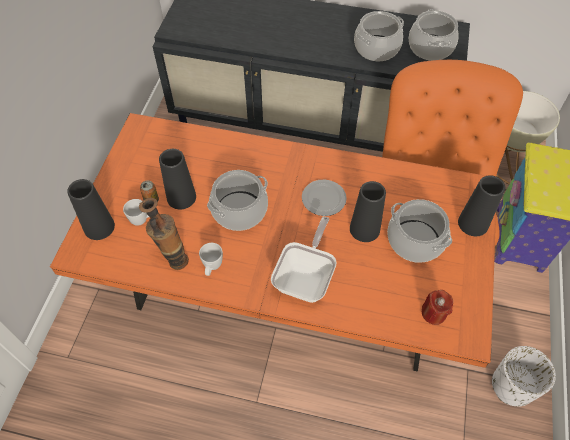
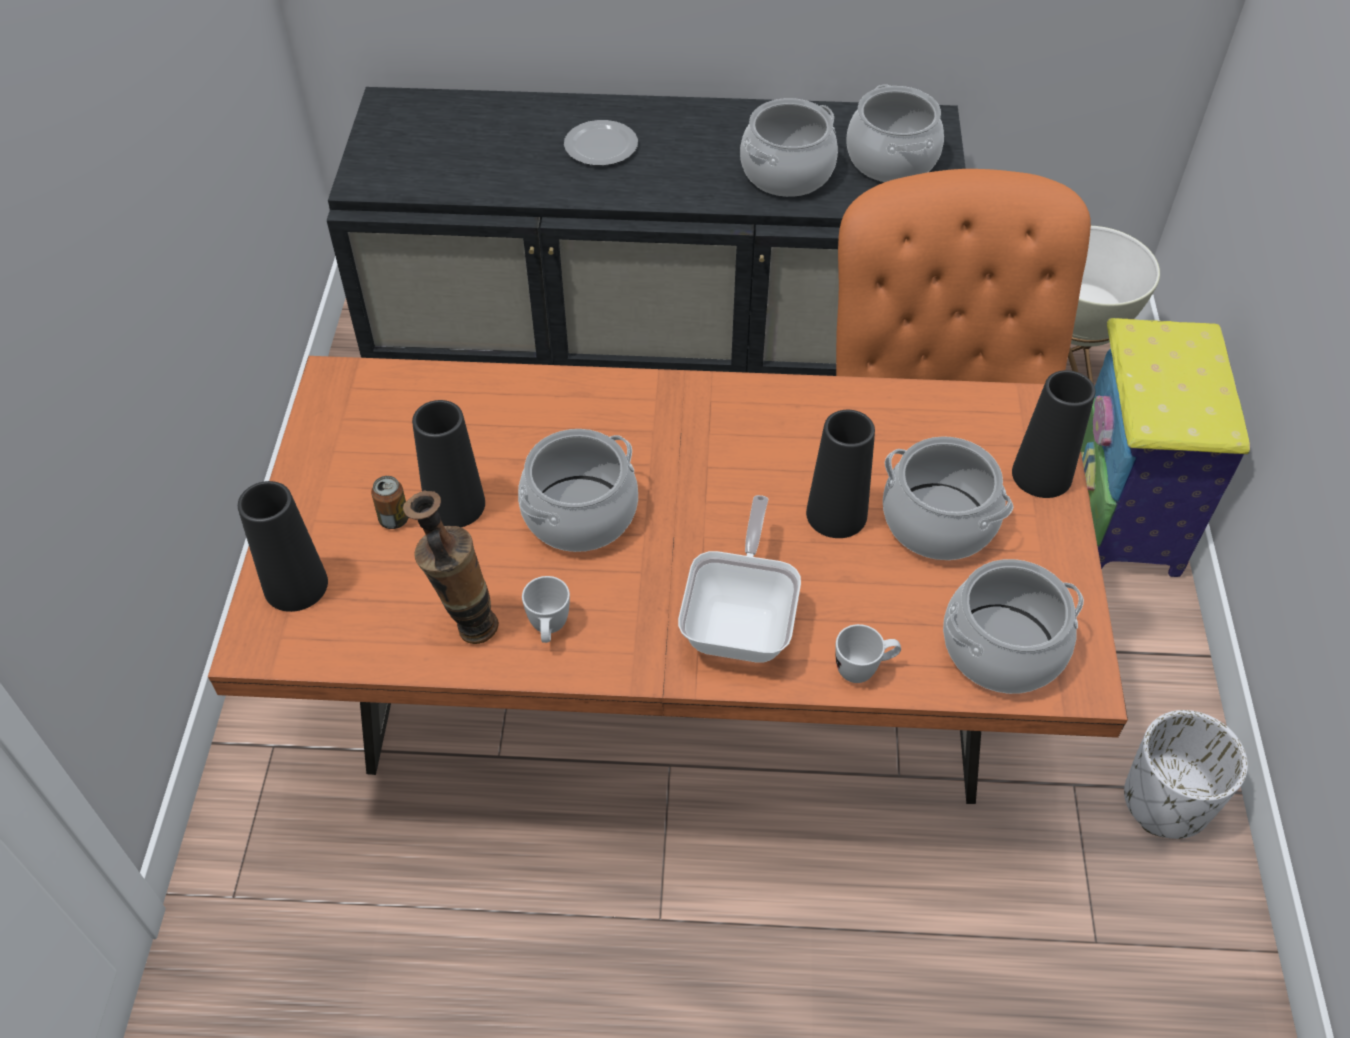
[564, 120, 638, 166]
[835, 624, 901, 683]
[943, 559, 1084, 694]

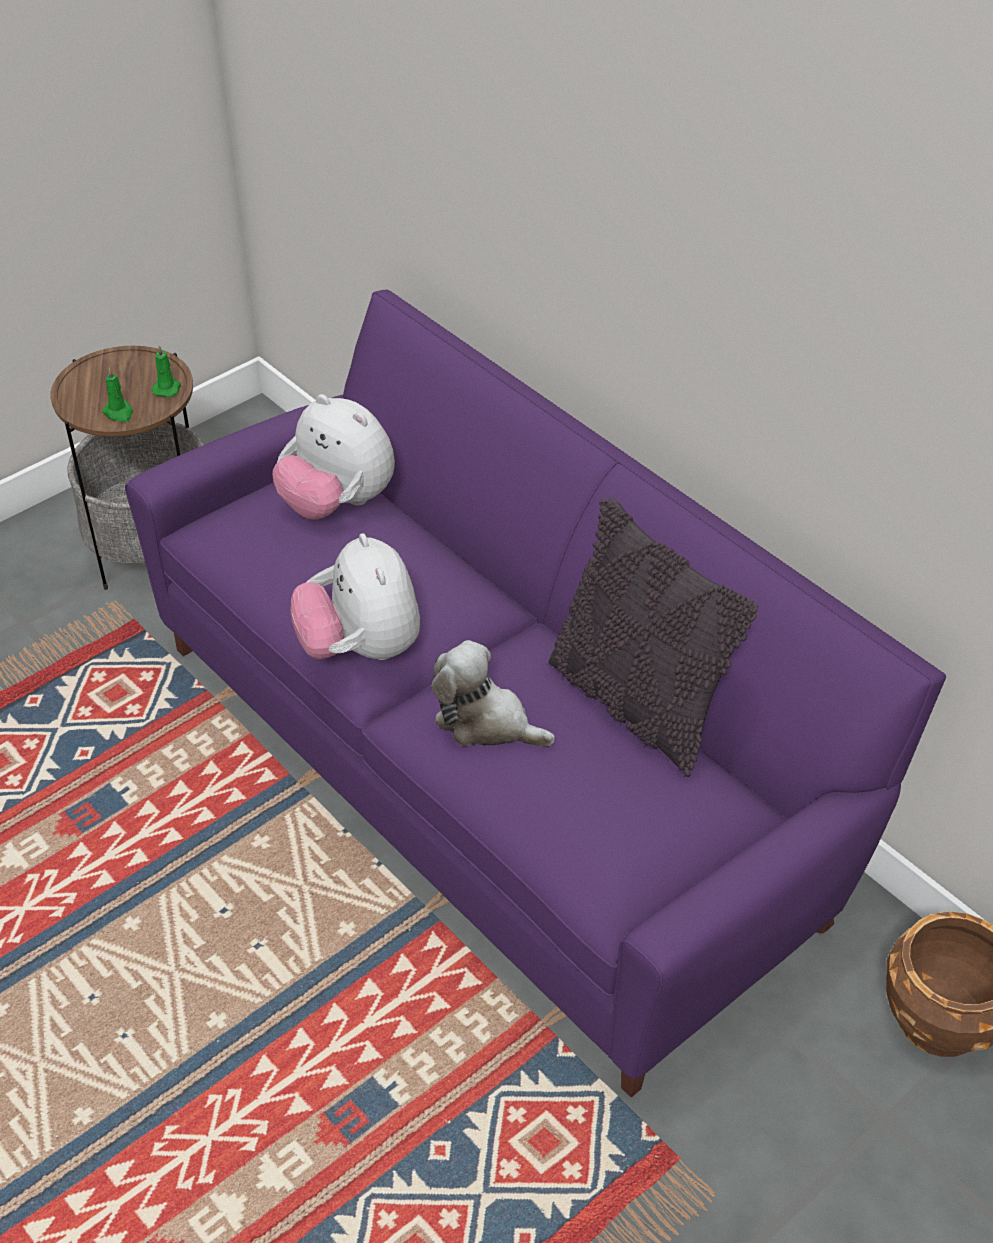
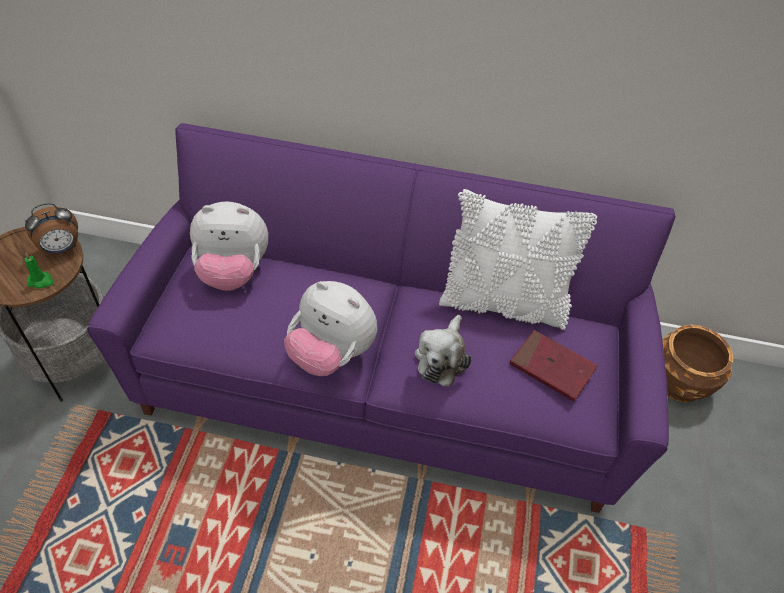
[25, 203, 78, 255]
[415, 315, 472, 387]
[439, 189, 597, 330]
[509, 330, 598, 402]

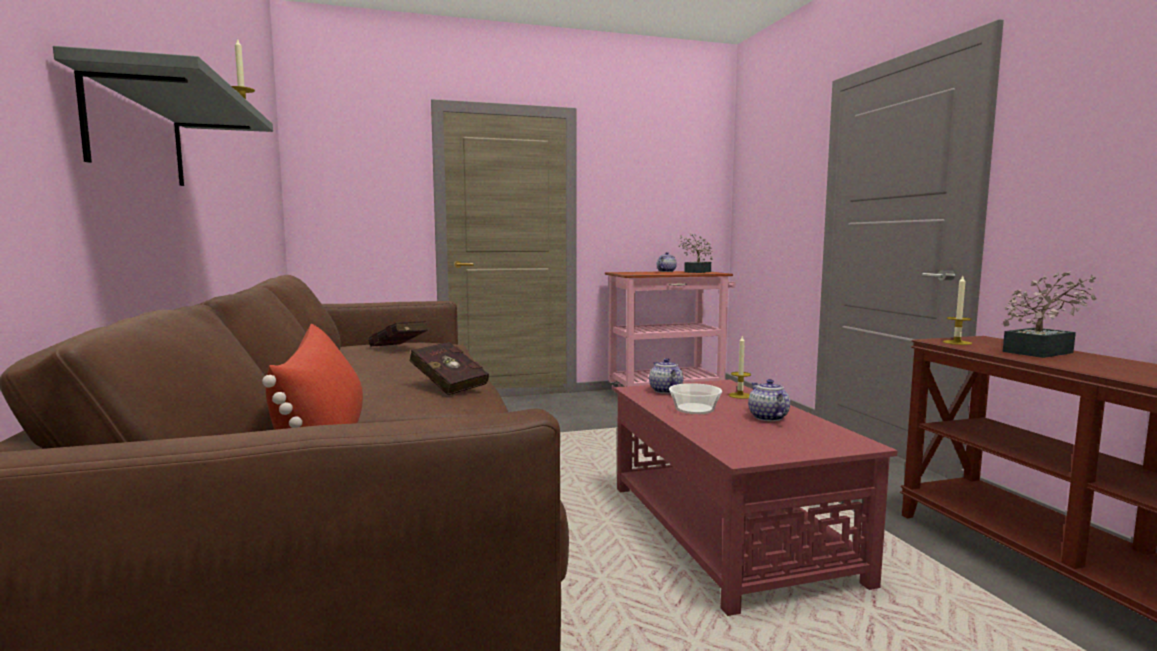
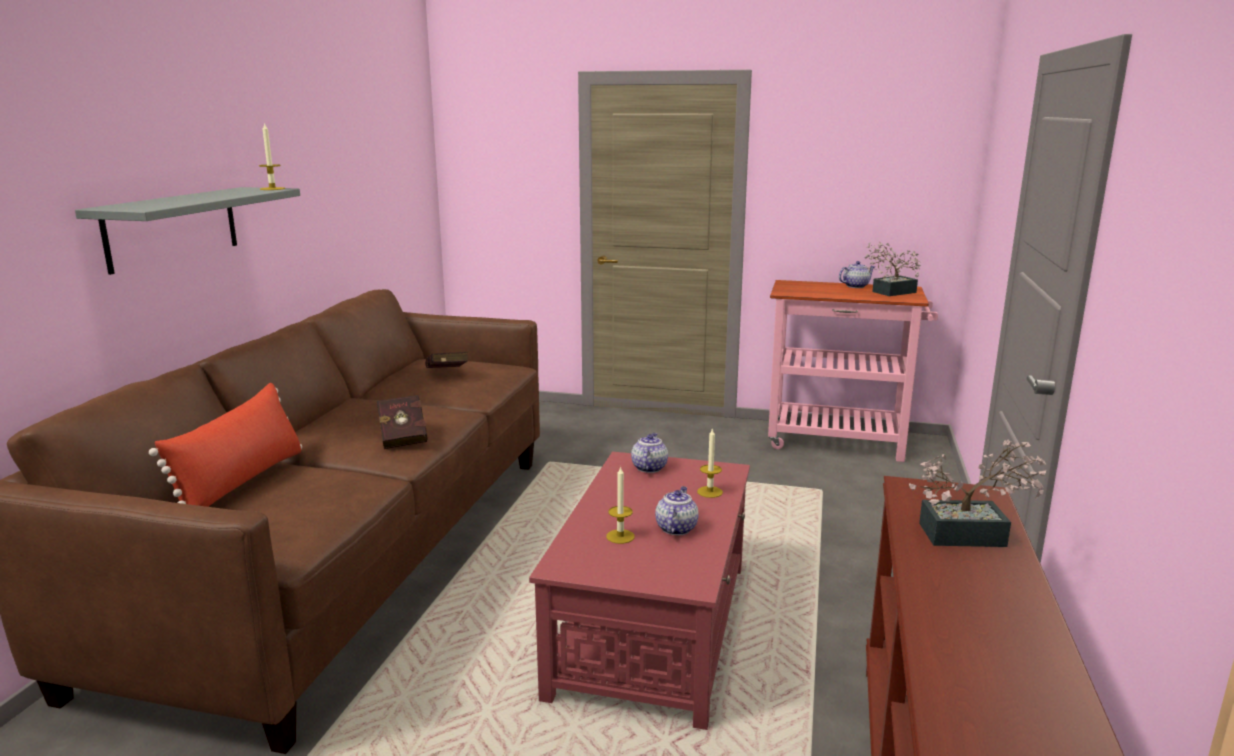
[606, 466, 635, 544]
[669, 383, 722, 414] (first image)

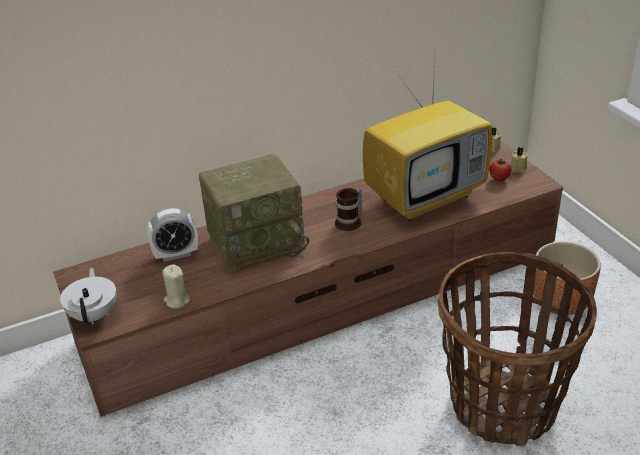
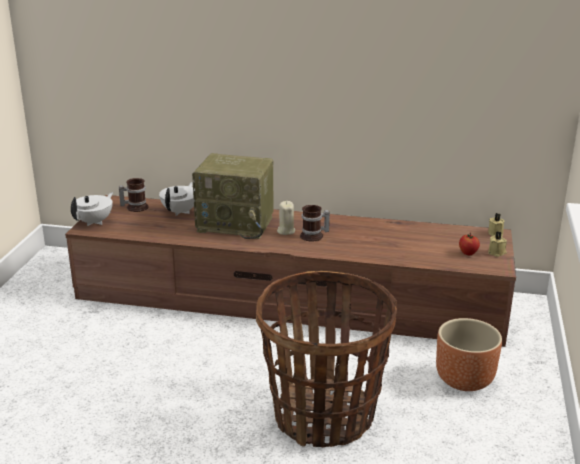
[119, 178, 149, 212]
[159, 182, 195, 216]
[277, 201, 295, 235]
[363, 58, 492, 221] (first image)

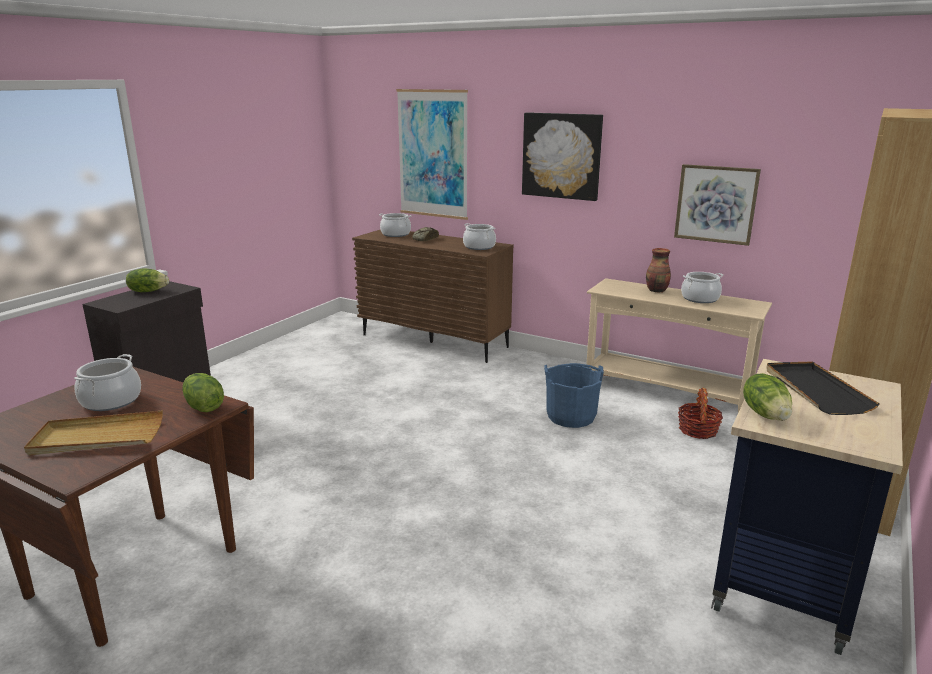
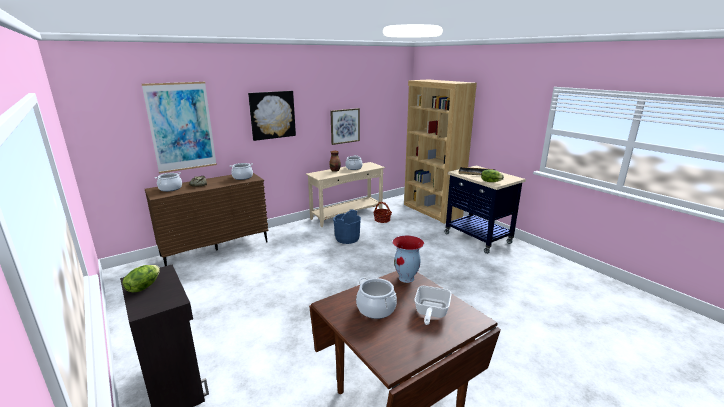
[392, 235, 424, 283]
[414, 286, 452, 325]

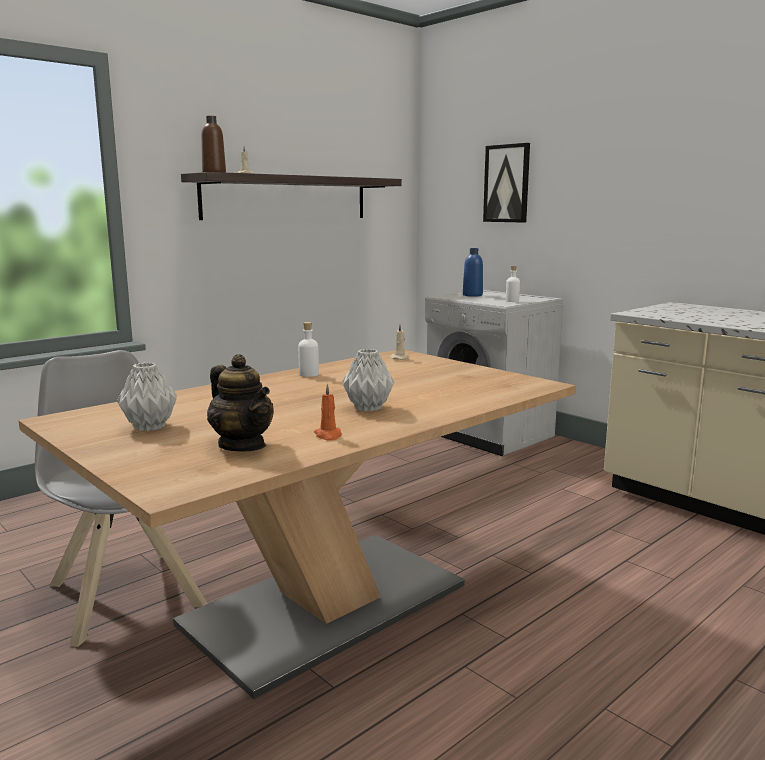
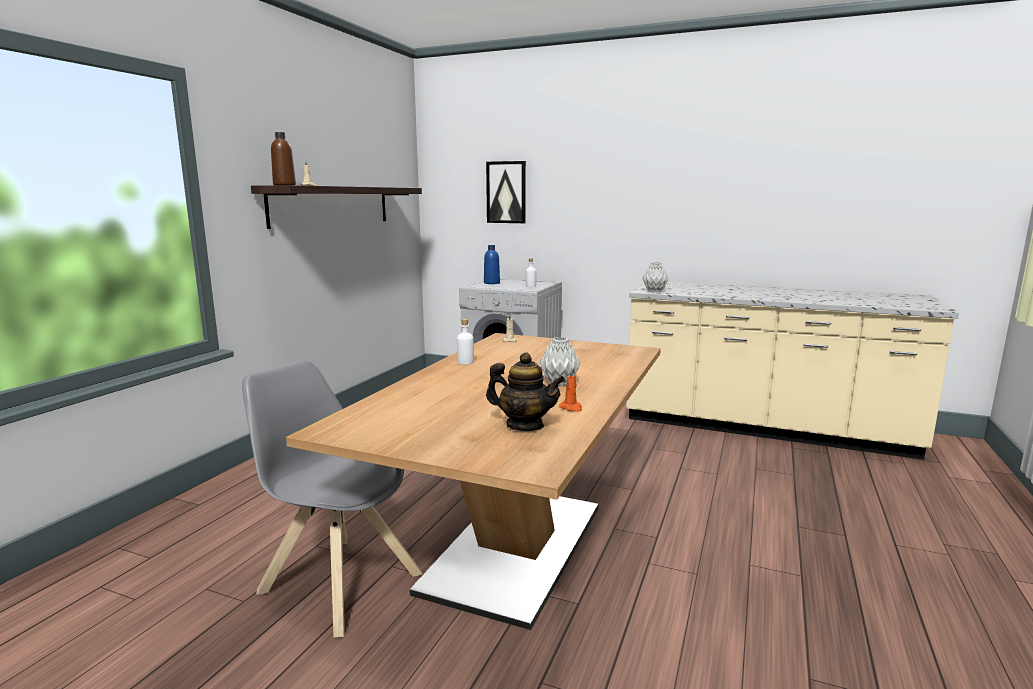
[642, 262, 669, 292]

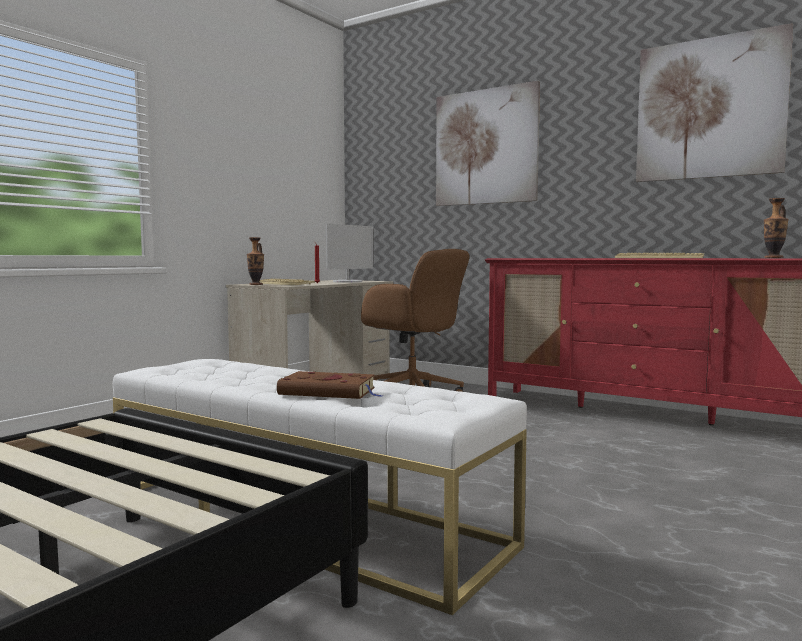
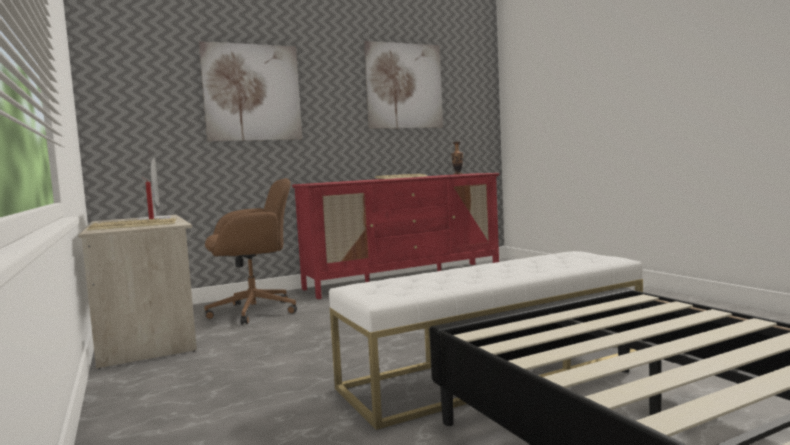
[247, 237, 264, 285] (first image)
[277, 371, 383, 399] (first image)

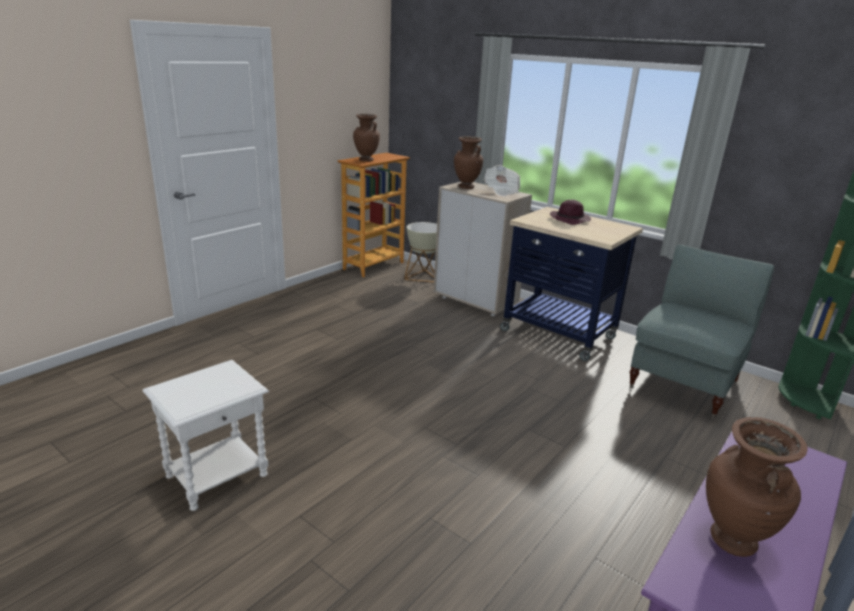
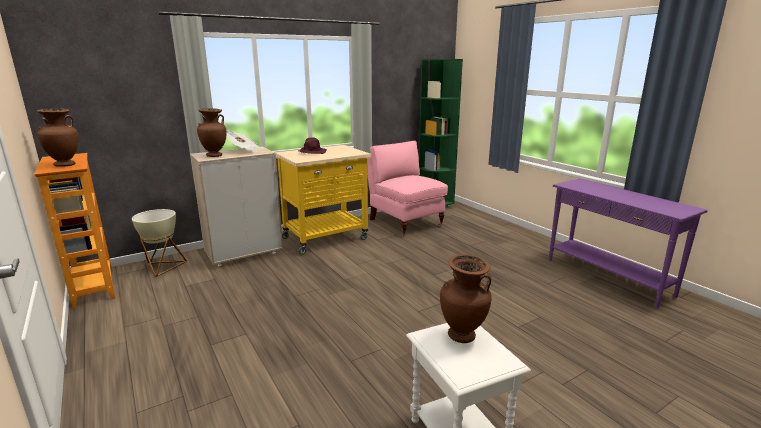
[275, 145, 371, 255]
[367, 141, 448, 236]
[440, 254, 492, 343]

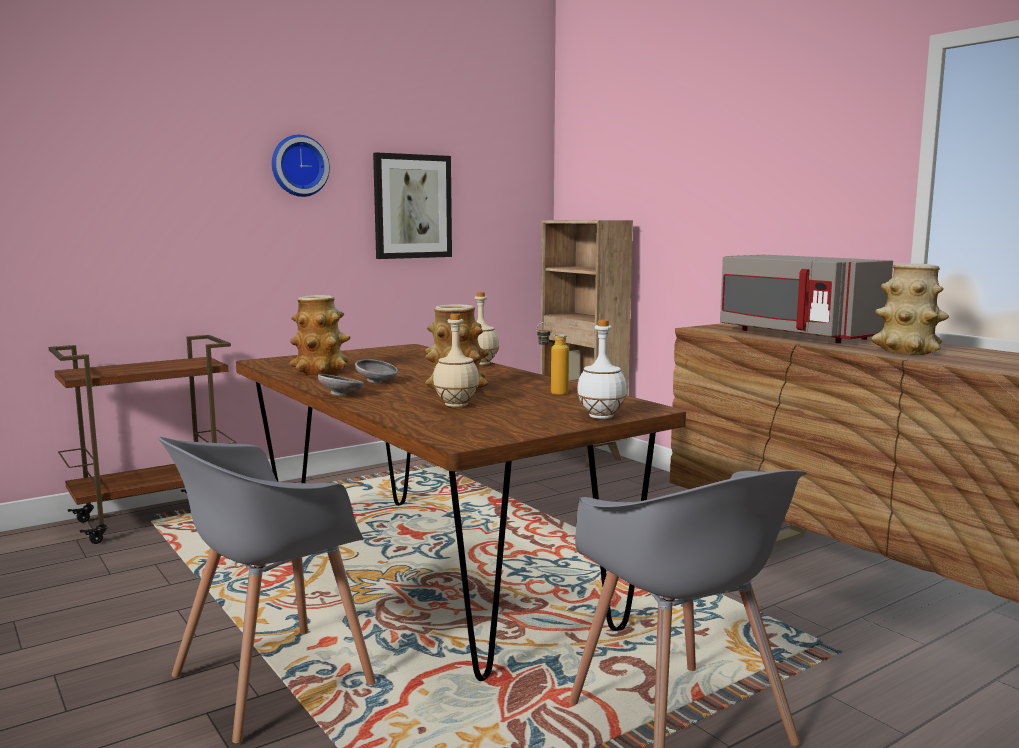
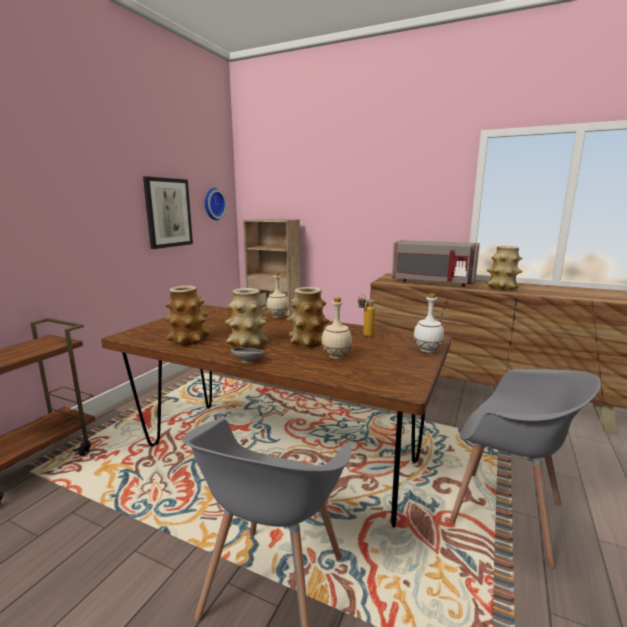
[205, 188, 227, 220]
[225, 288, 268, 348]

